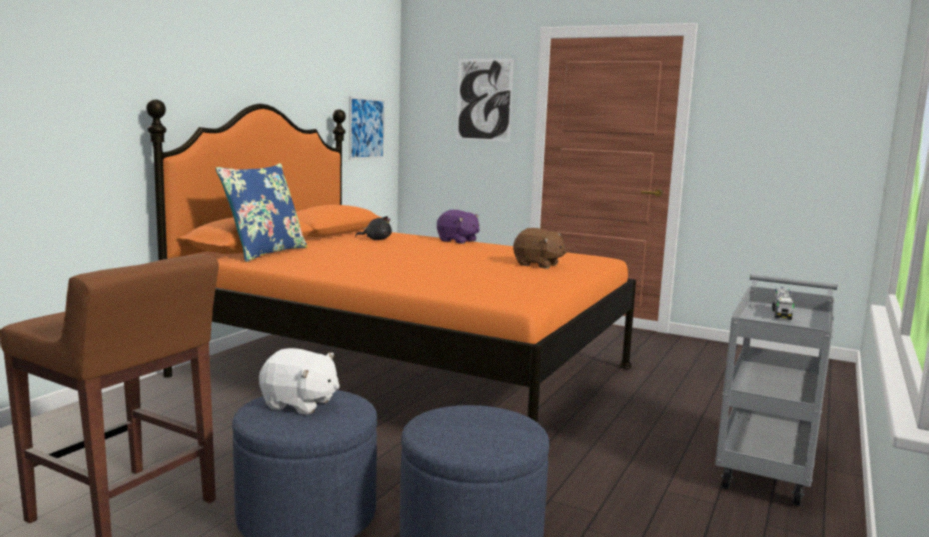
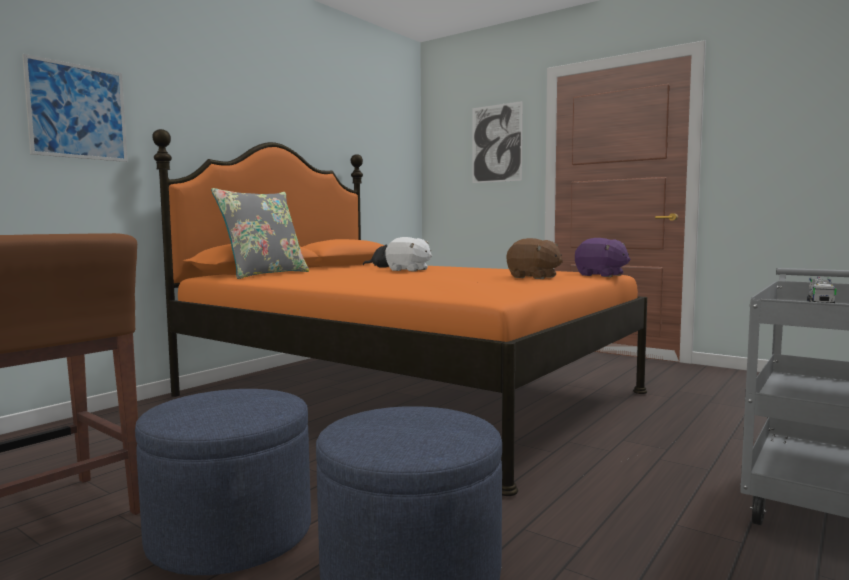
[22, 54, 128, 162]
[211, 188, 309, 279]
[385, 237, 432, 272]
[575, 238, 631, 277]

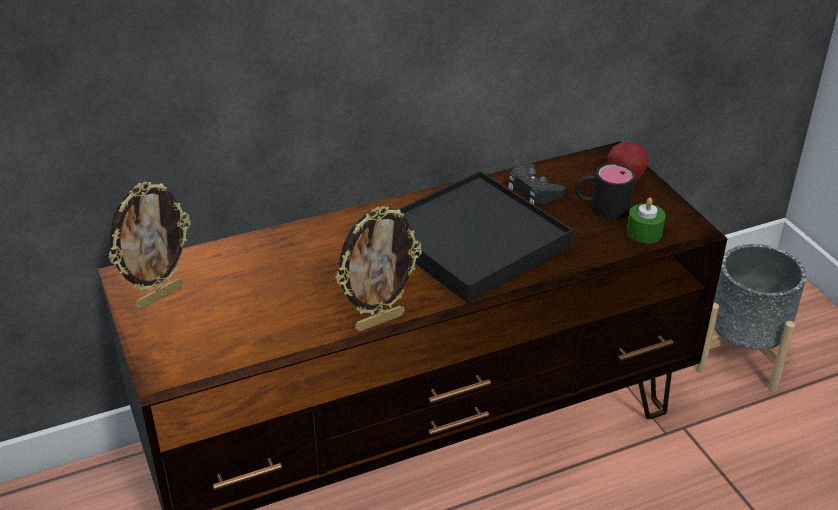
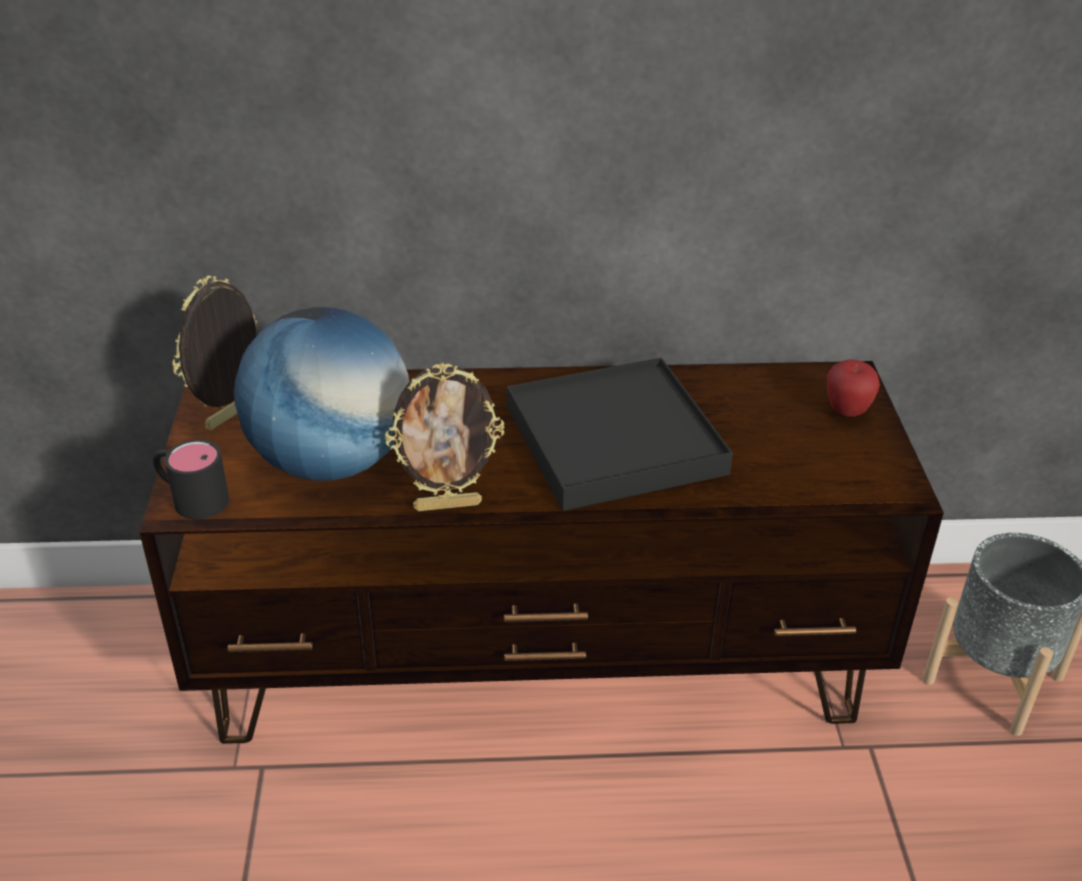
[153, 440, 229, 520]
[172, 275, 257, 430]
[234, 307, 409, 481]
[508, 164, 565, 205] (first image)
[627, 197, 666, 243] (first image)

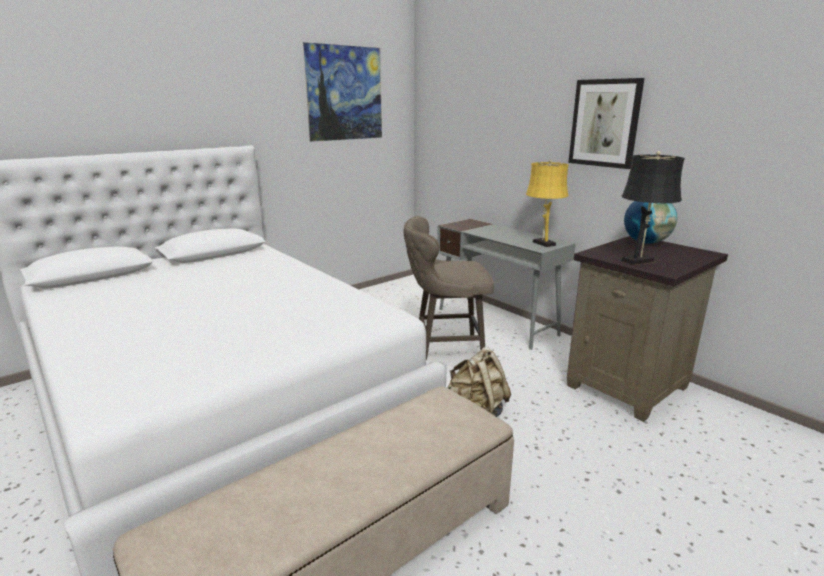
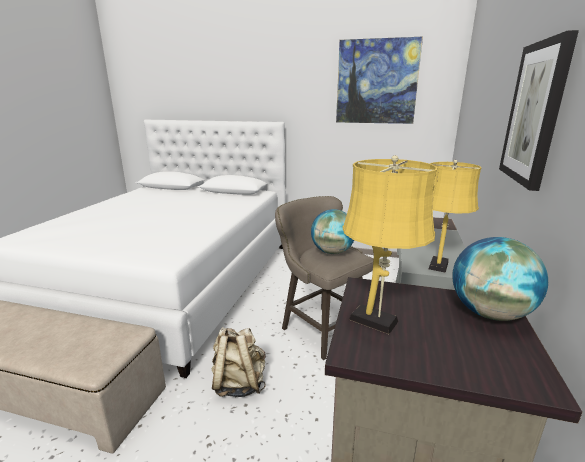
[311, 209, 354, 254]
[342, 155, 437, 334]

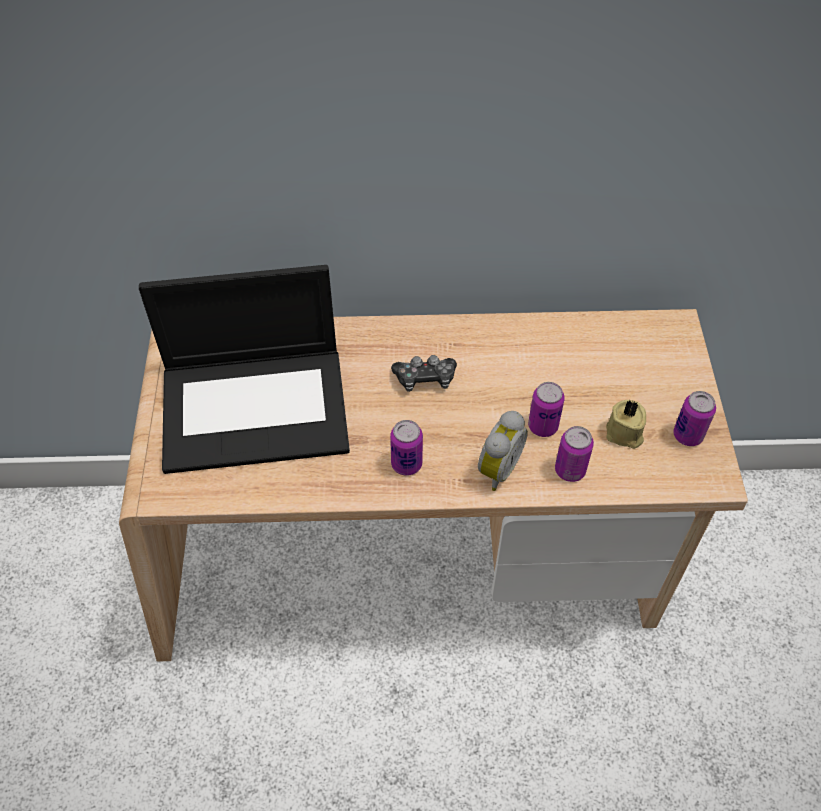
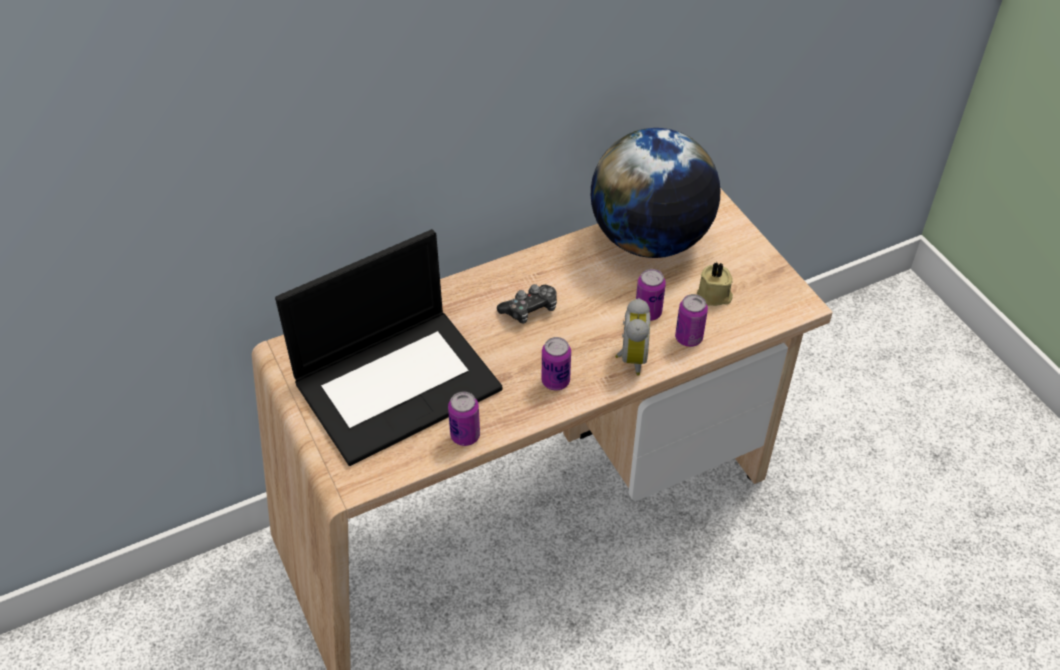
[448, 391, 480, 446]
[591, 128, 720, 258]

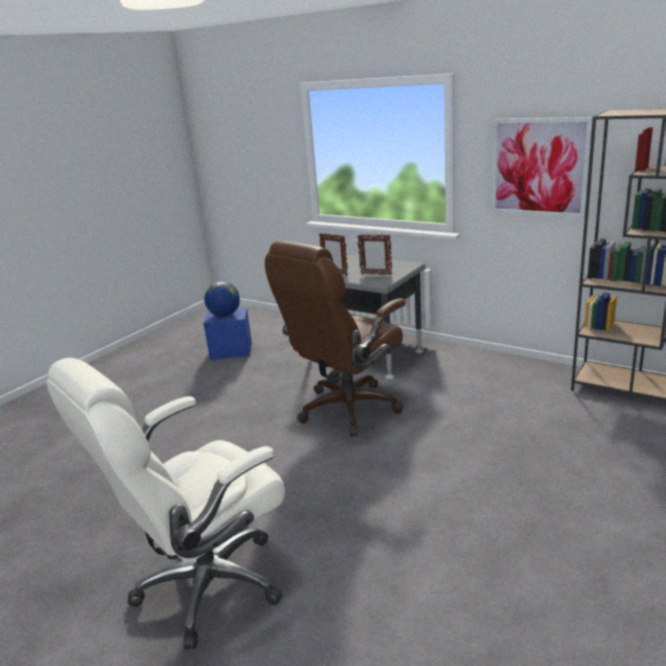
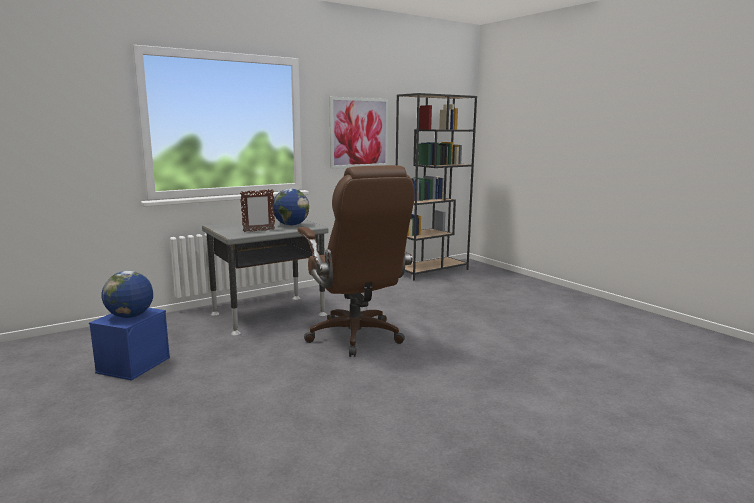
[272, 189, 309, 226]
[47, 358, 285, 649] (first image)

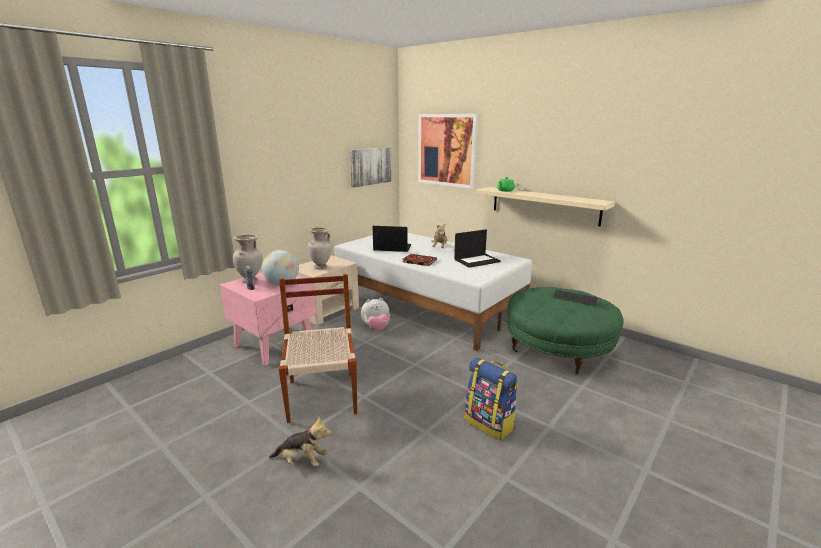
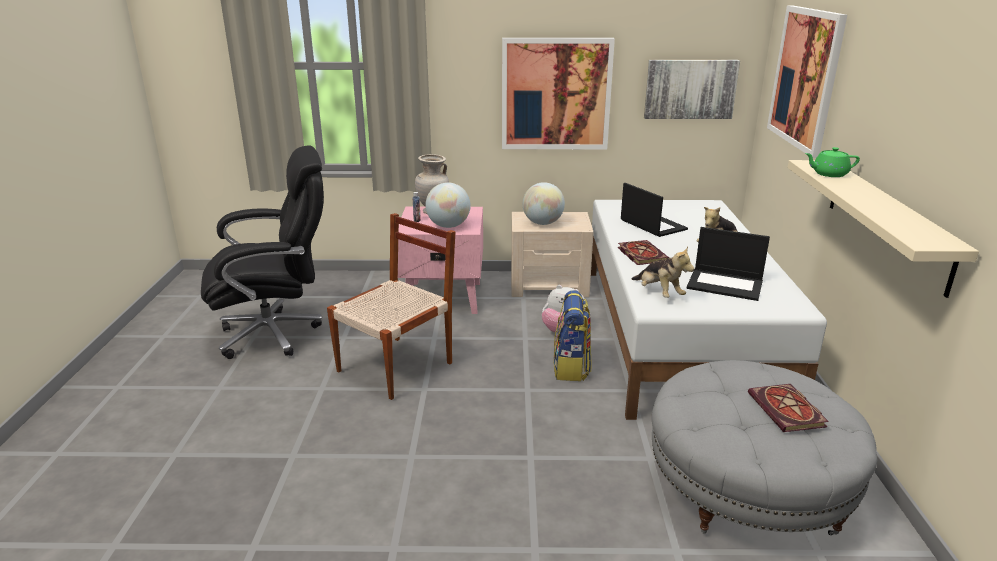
[201, 145, 324, 359]
[502, 38, 615, 149]
[523, 182, 565, 225]
[554, 290, 592, 381]
[632, 246, 695, 298]
[652, 360, 877, 535]
[748, 384, 829, 432]

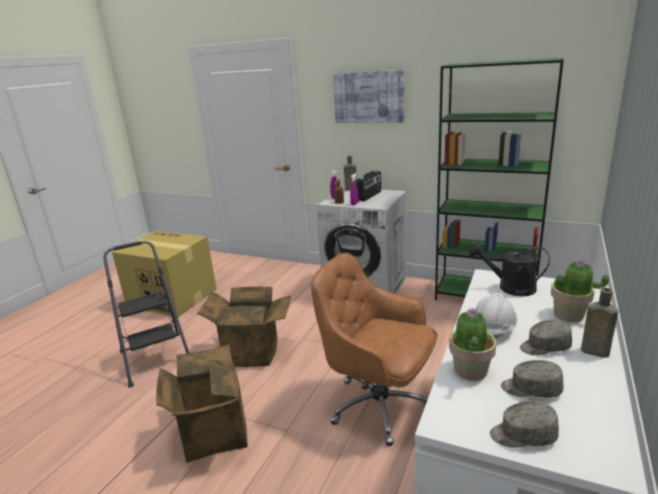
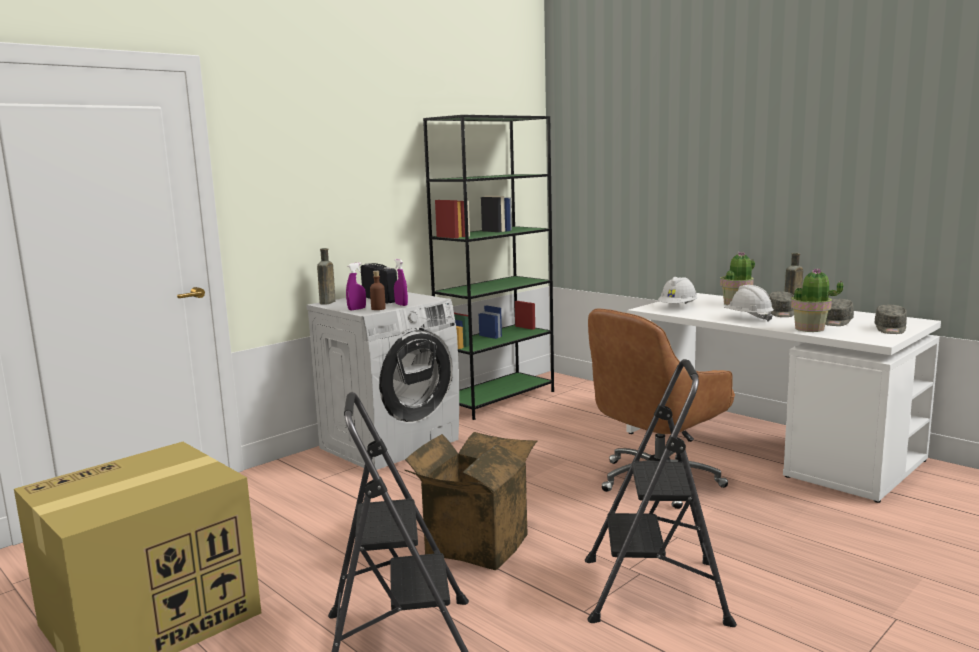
[585, 359, 737, 627]
[658, 277, 697, 304]
[333, 70, 404, 123] (first image)

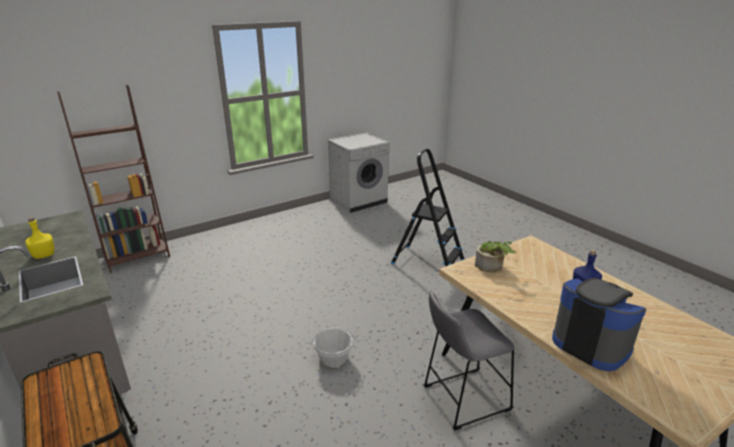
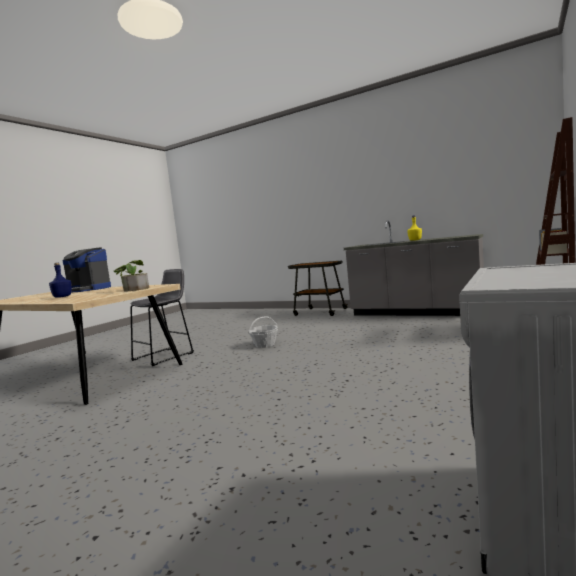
[391, 149, 465, 267] (first image)

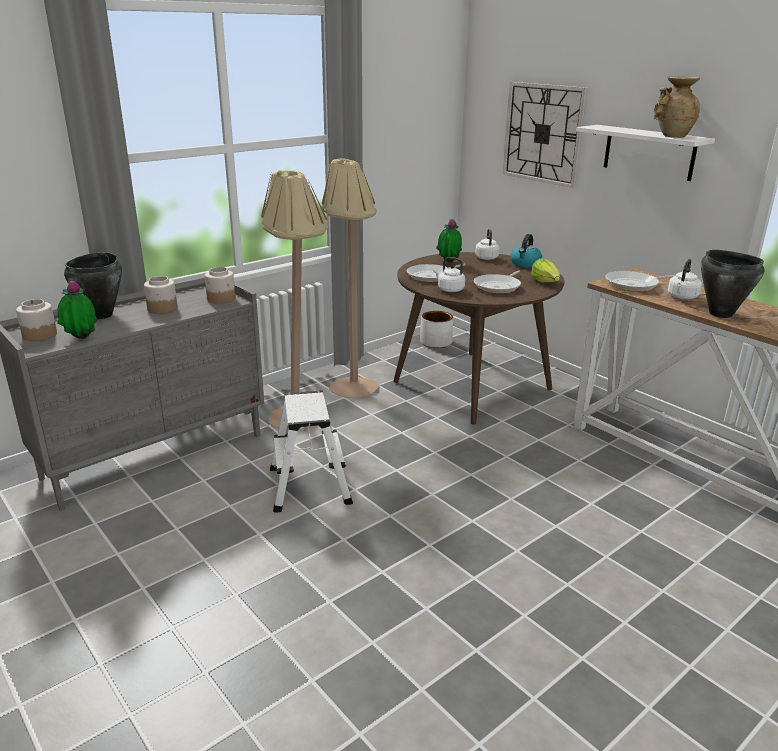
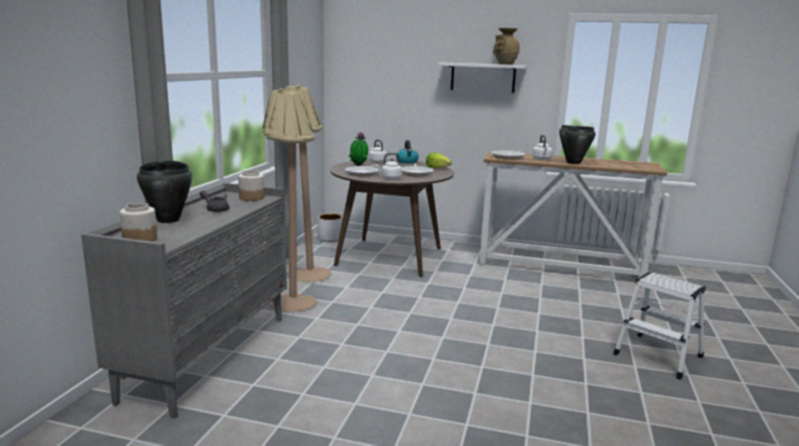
[200, 191, 229, 212]
[613, 271, 706, 380]
[57, 280, 97, 339] (first image)
[503, 82, 588, 188] (first image)

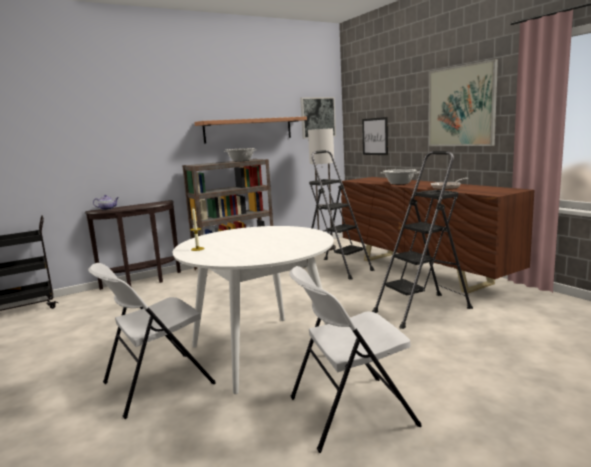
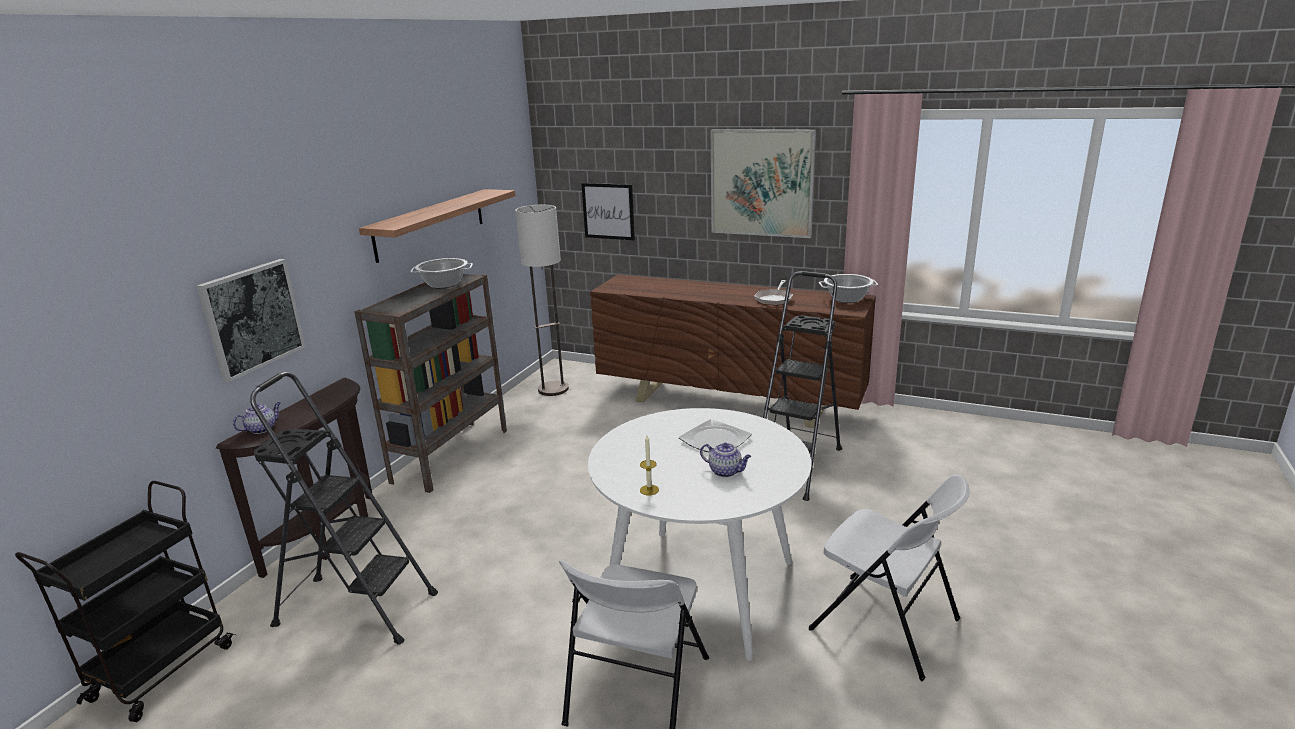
[196, 259, 306, 382]
[250, 372, 438, 645]
[679, 419, 752, 453]
[700, 443, 751, 477]
[809, 475, 970, 681]
[819, 274, 878, 303]

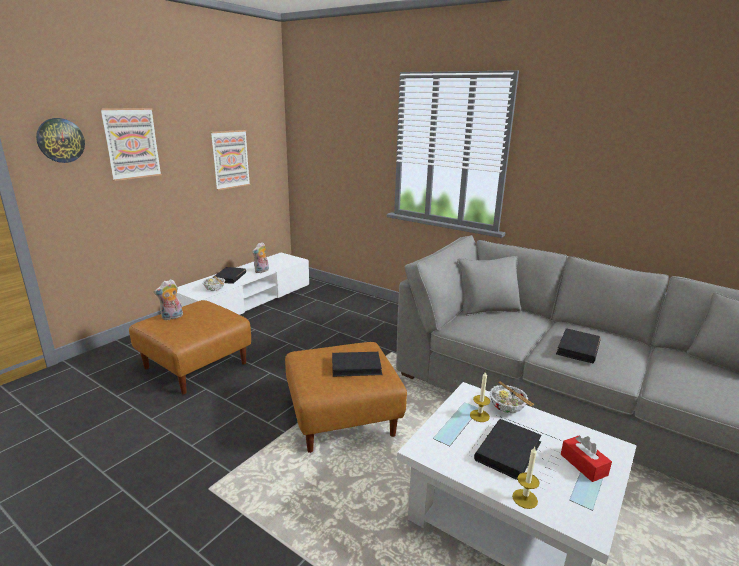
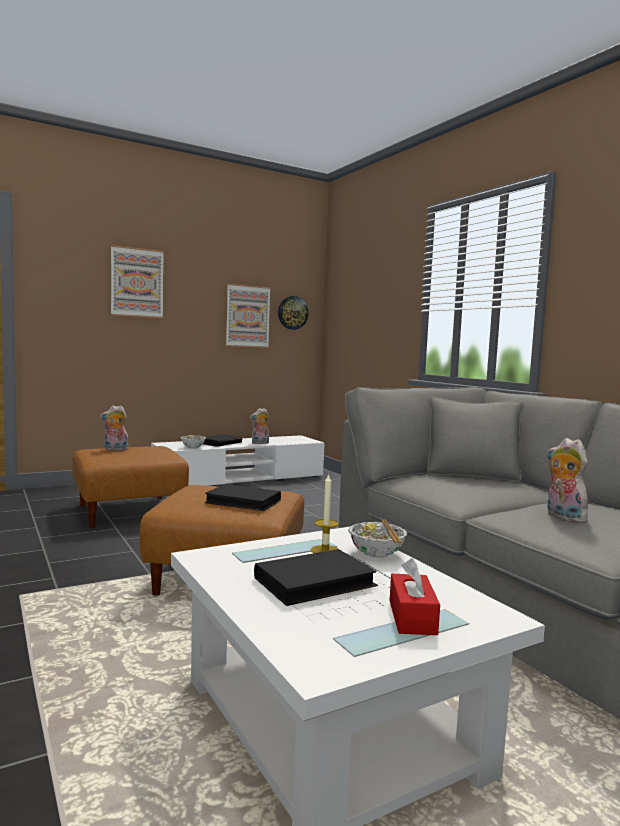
[278, 296, 308, 330]
[546, 438, 588, 523]
[512, 447, 540, 509] (first image)

